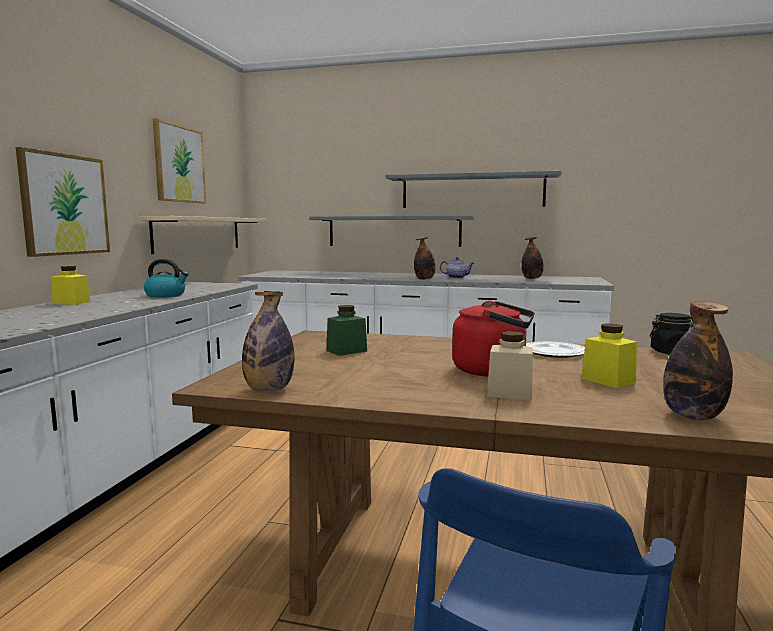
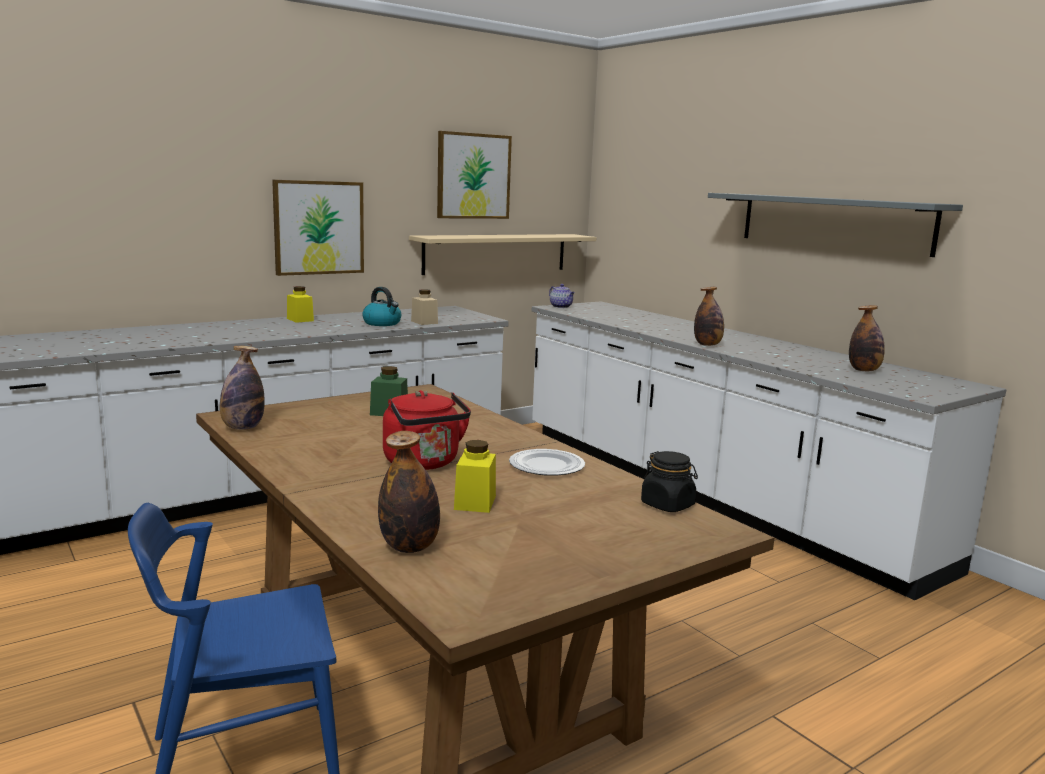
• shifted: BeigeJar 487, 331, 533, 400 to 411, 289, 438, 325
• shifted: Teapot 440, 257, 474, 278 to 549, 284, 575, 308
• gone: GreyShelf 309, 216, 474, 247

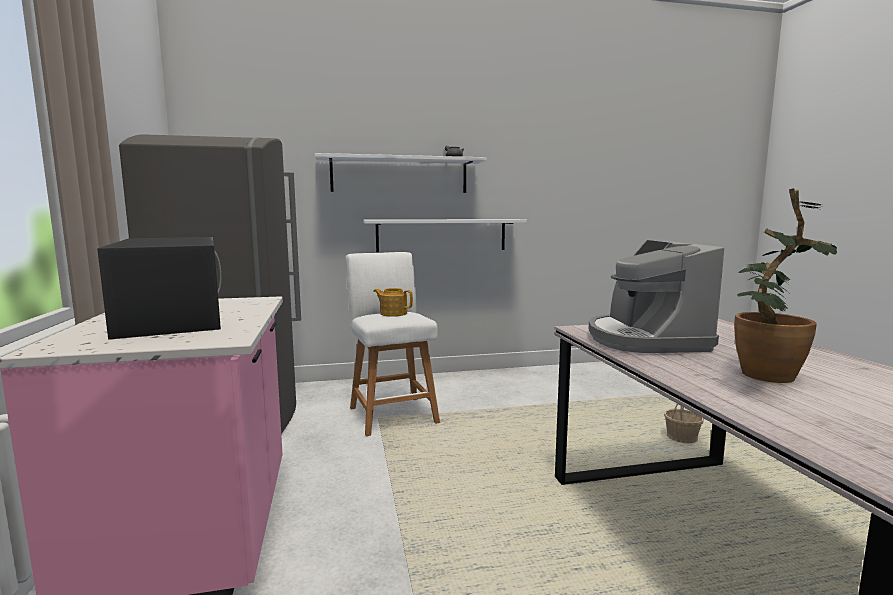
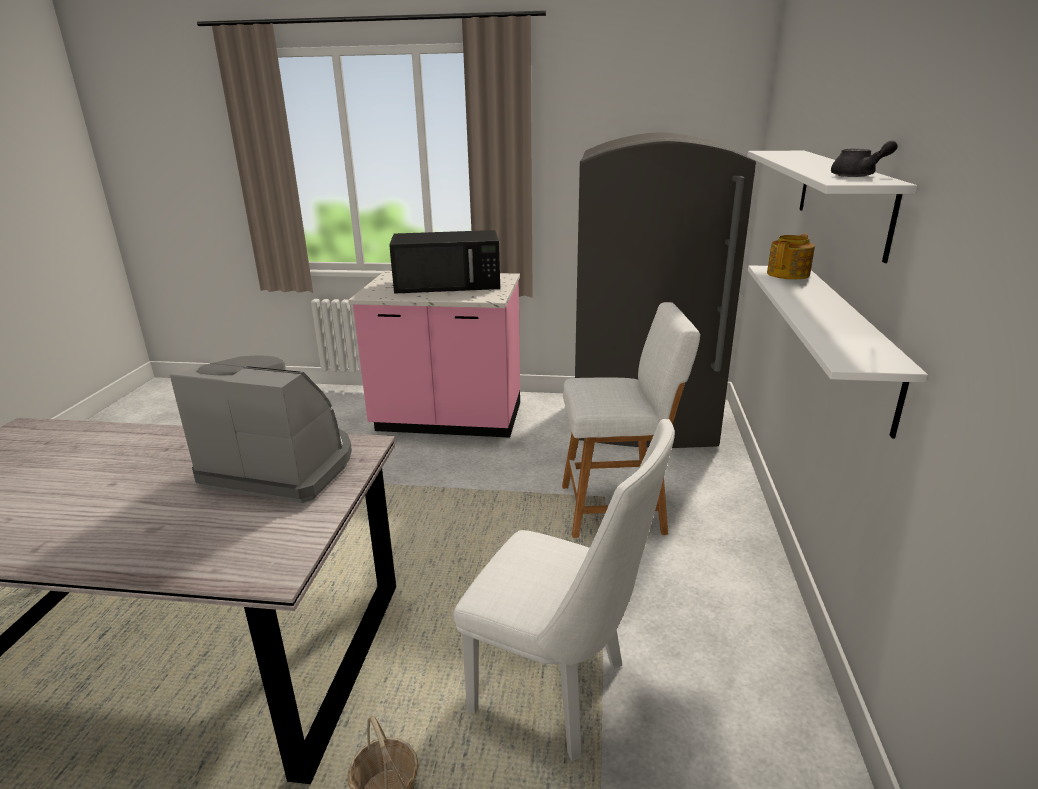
• new: WhiteChair 454, 419, 675, 761
• shifted: Teapot 373, 288, 413, 317 to 767, 234, 815, 280
• gone: PlantInAPot 734, 188, 837, 383

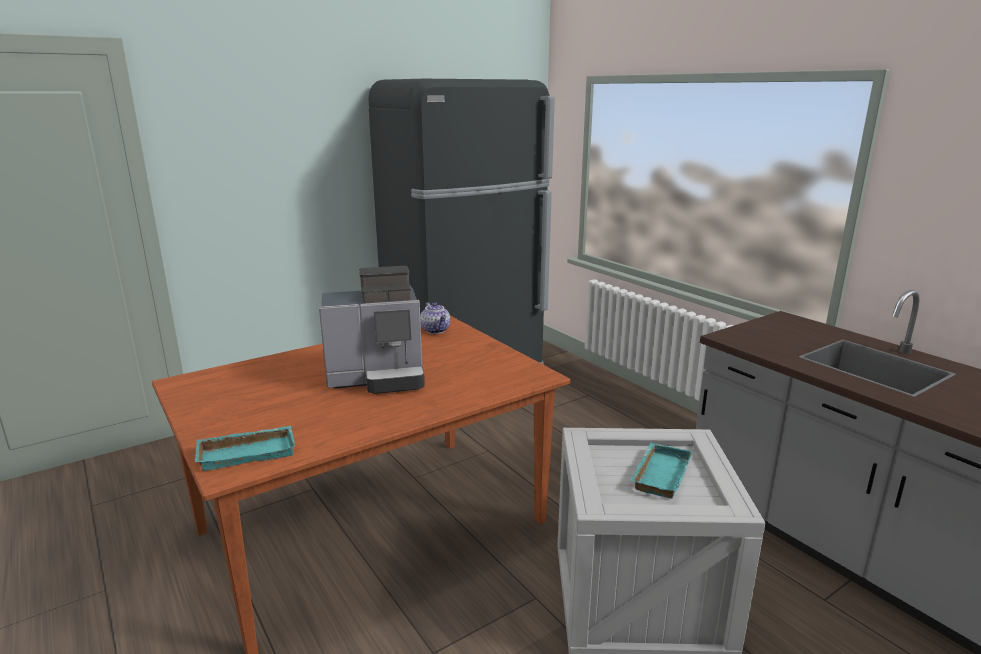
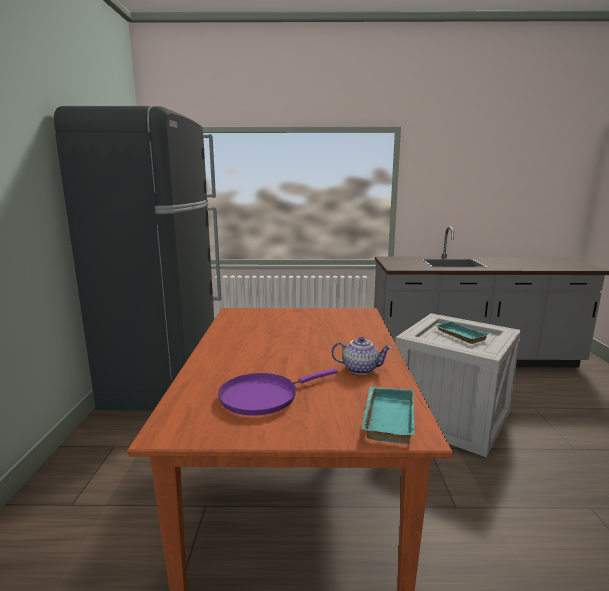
• new: PurpleFryingPan 218, 368, 337, 416
• shifted: Teapot 420, 302, 450, 334 to 331, 337, 392, 375
• gone: CoffeeBrewer 319, 266, 425, 394

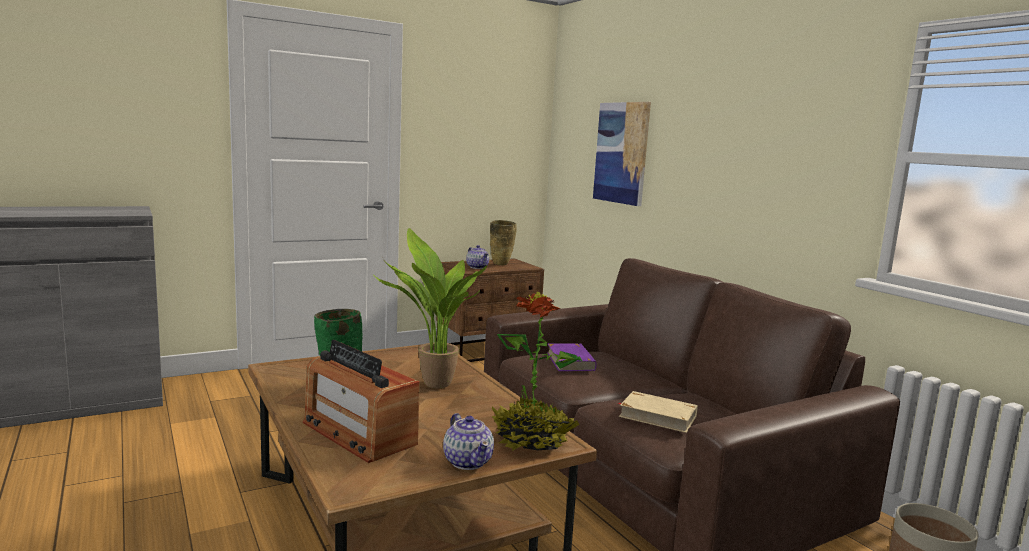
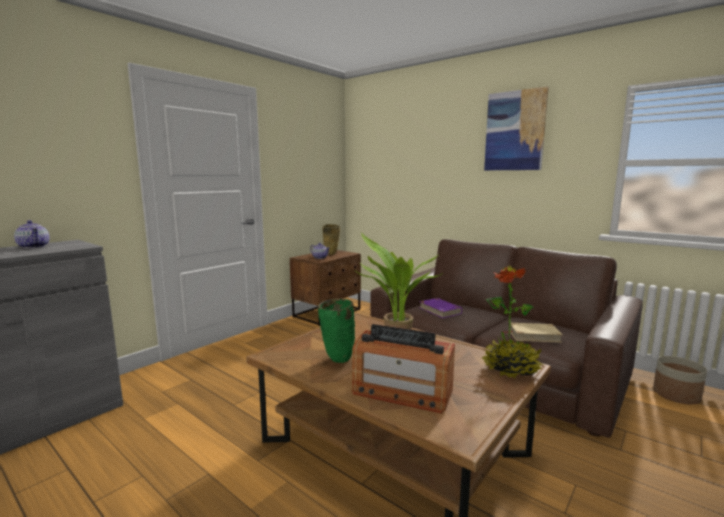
• shifted: Teapot 443, 413, 494, 470 to 14, 220, 50, 248
• shifted: WallPicture 593, 102, 651, 206 to 484, 86, 549, 170

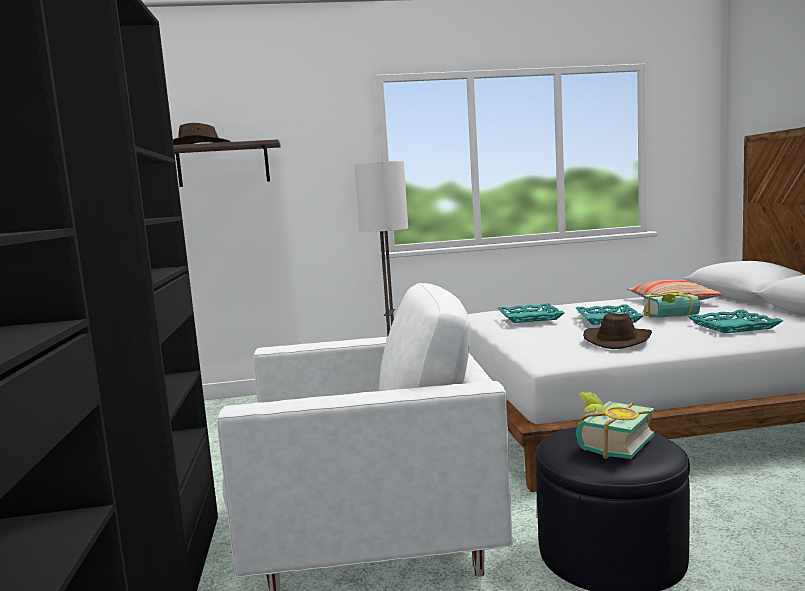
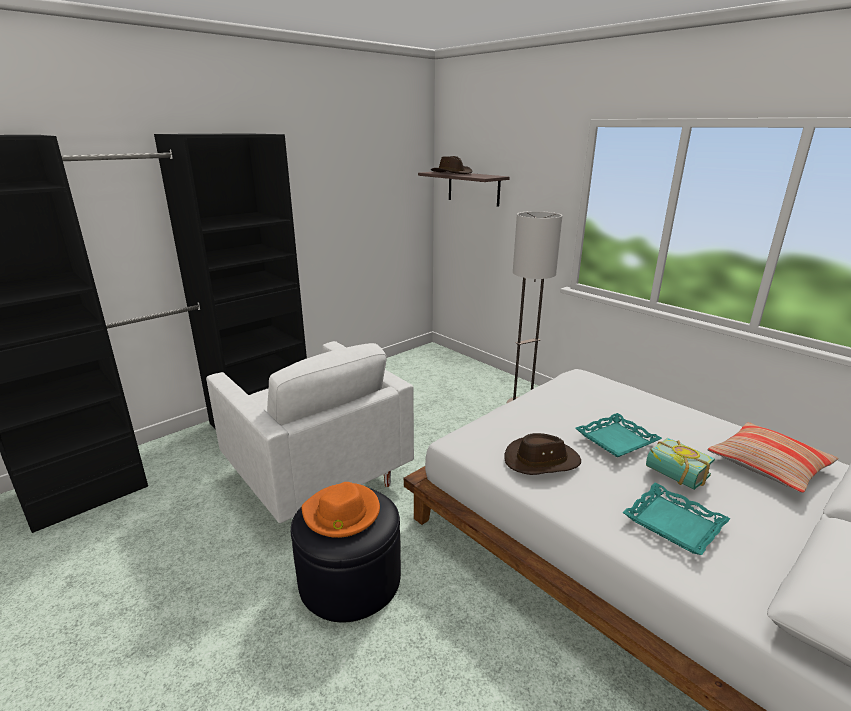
• swapped: Book 576, 391, 654, 459 to OrangeColouredClothingHat 301, 482, 380, 538
• gone: TurquoiseServingTray 497, 303, 565, 323

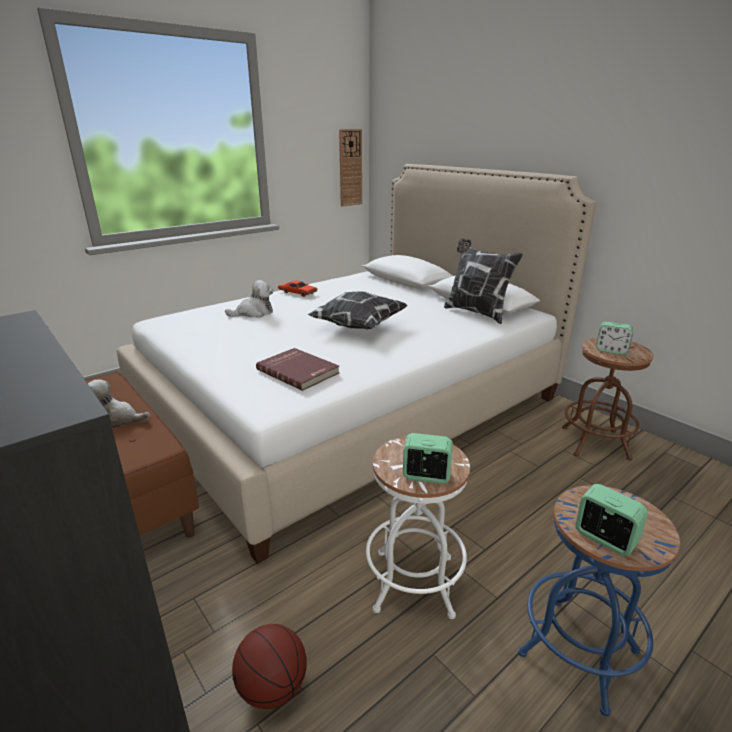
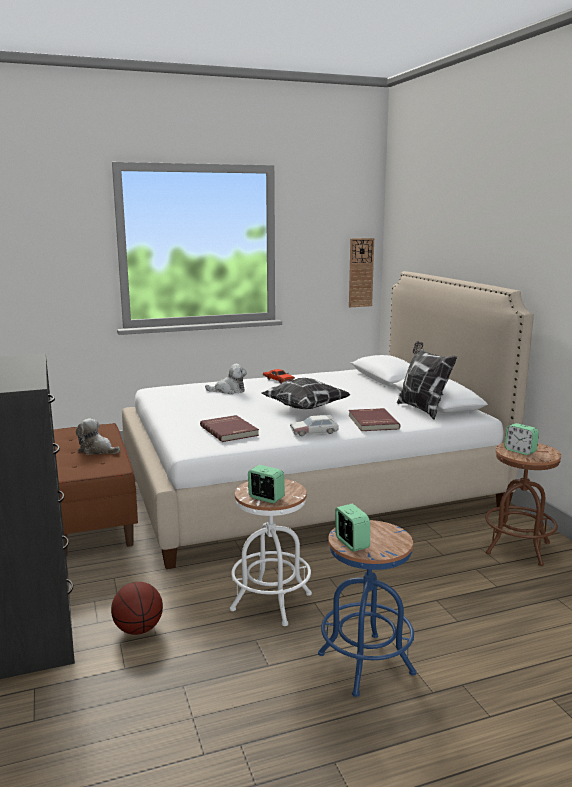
• new: MiniatureCar 290, 415, 339, 436
• new: RedBook 349, 408, 400, 431

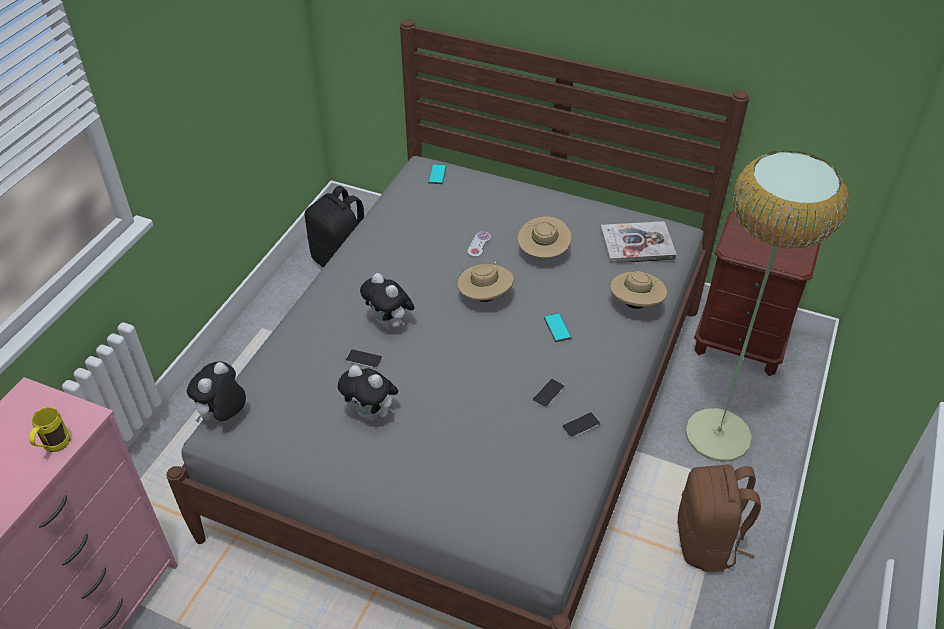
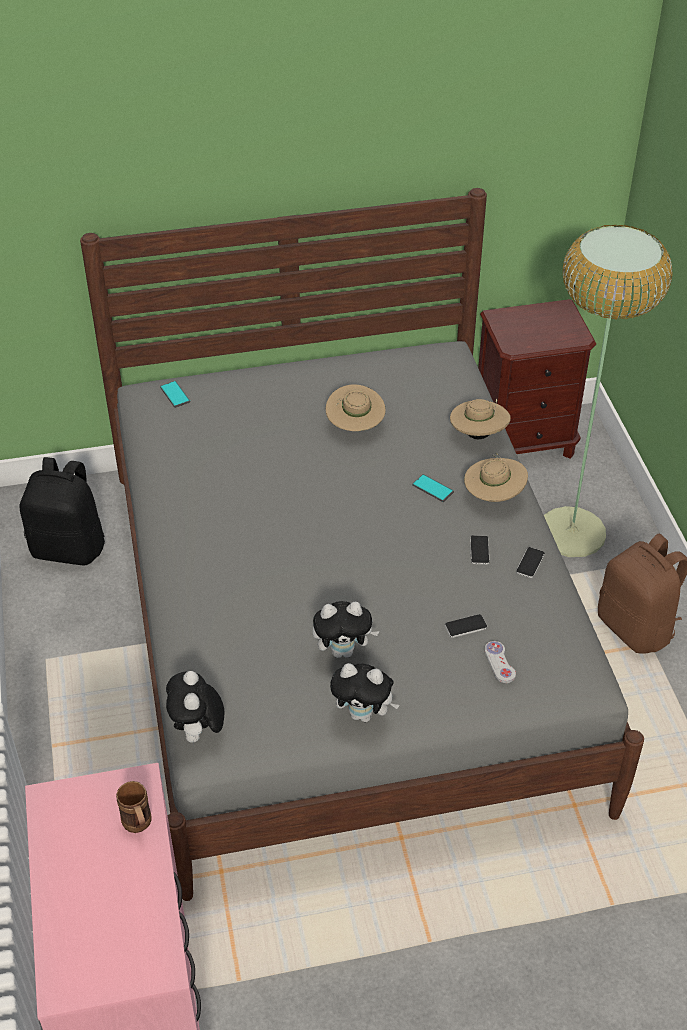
• repainted: YellowColouredTeaMug 29, 407, 71, 452 to BrownishTeaMug 116, 781, 152, 833
• shifted: CuddlyToy 360, 273, 415, 329 to 330, 663, 400, 722
• shifted: Phone 345, 349, 383, 369 to 445, 614, 487, 638
• shifted: BeigeClothingHat 457, 261, 514, 302 to 464, 453, 528, 502
• shifted: WhiteGamepad 467, 232, 491, 258 to 485, 641, 516, 683
• gone: Book 600, 221, 677, 264

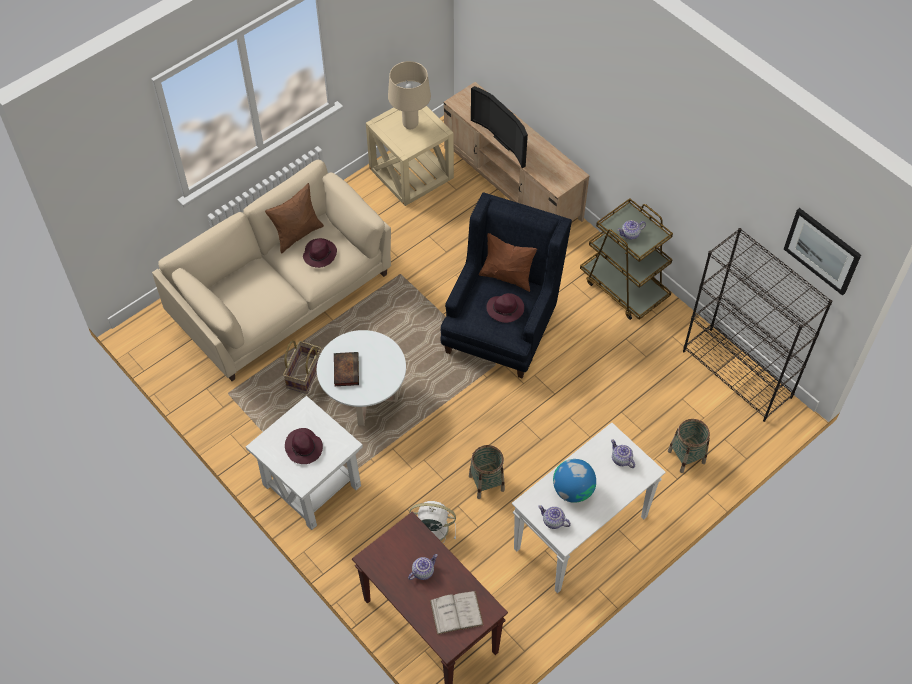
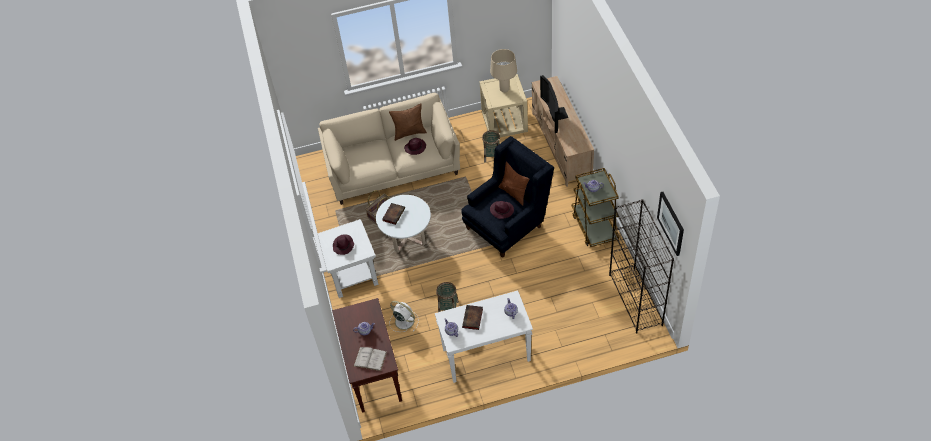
• swapped: WorldGlobe 553, 459, 596, 503 to Book 462, 305, 483, 330
• shifted: HouseholdBasket 668, 419, 710, 473 to 482, 130, 500, 162

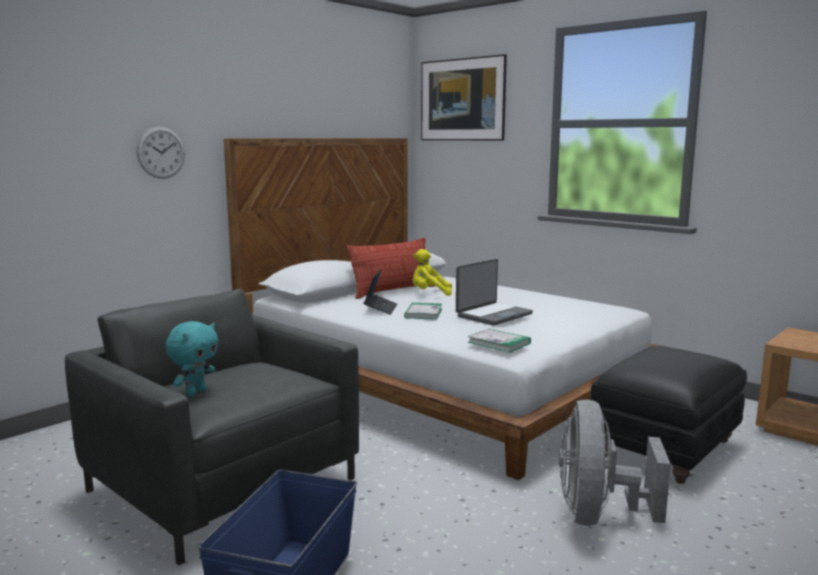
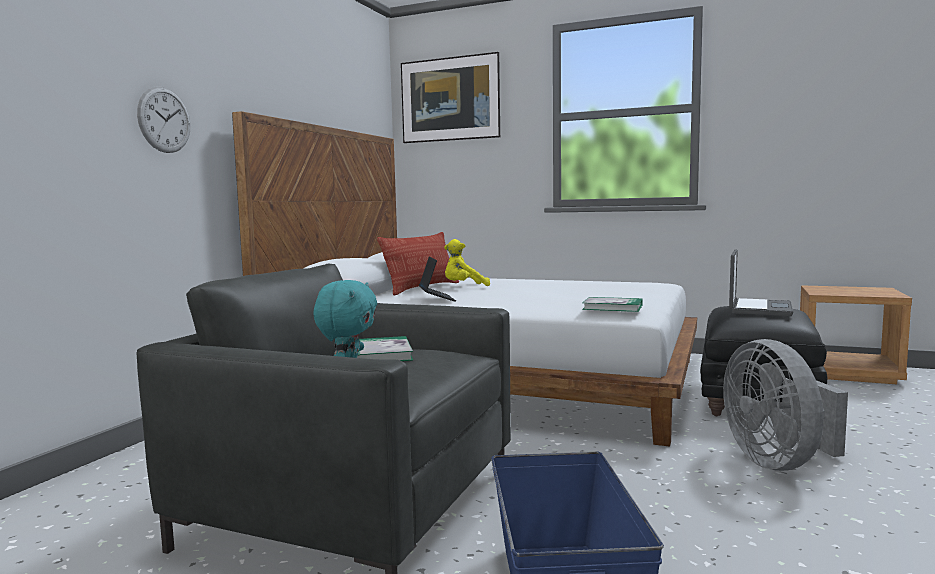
• shifted: Book 404, 303, 442, 320 to 357, 336, 413, 361
• shifted: PortableComputer 456, 259, 533, 326 to 729, 249, 793, 316

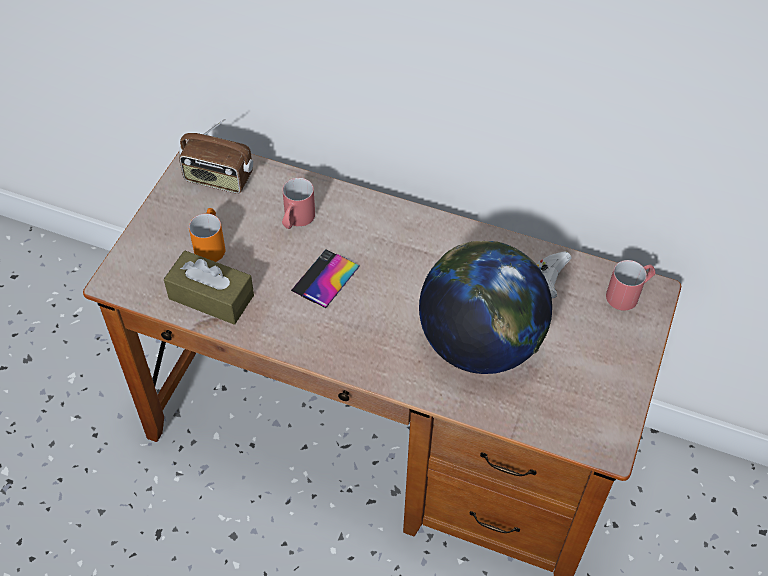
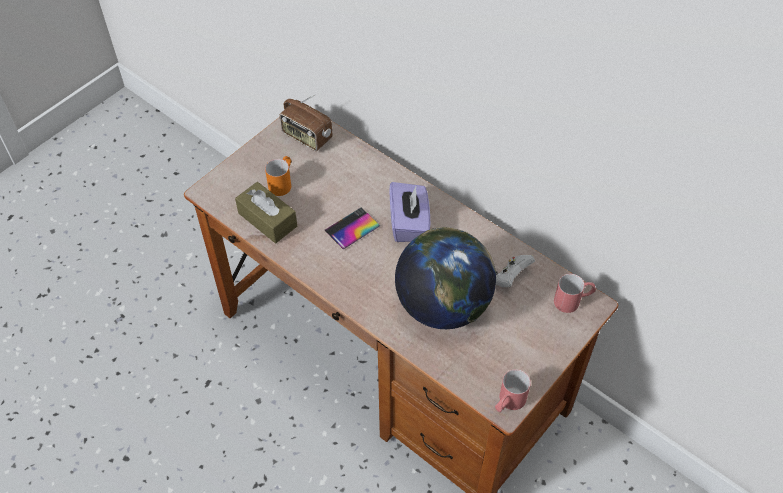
• new: PurpleBoxOfTissues 389, 182, 430, 242
• shifted: RedTeaMug 282, 178, 315, 229 to 495, 369, 531, 412

